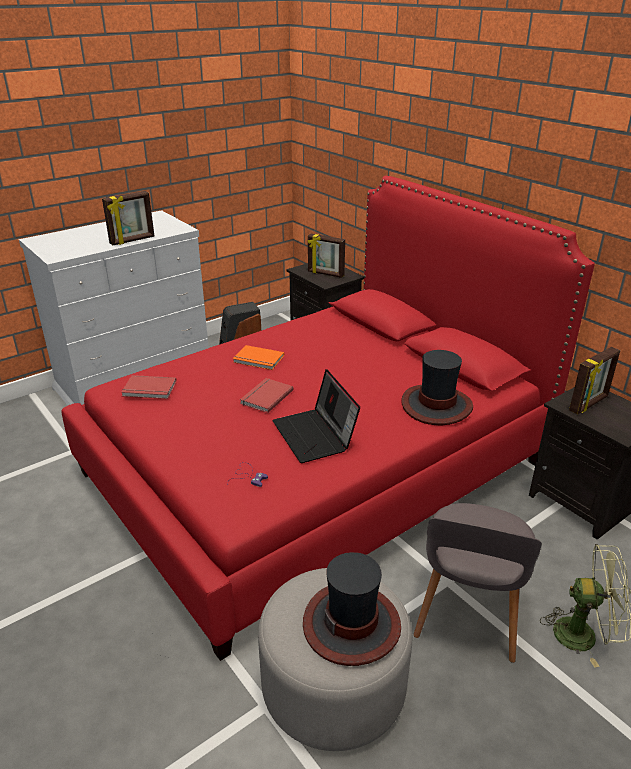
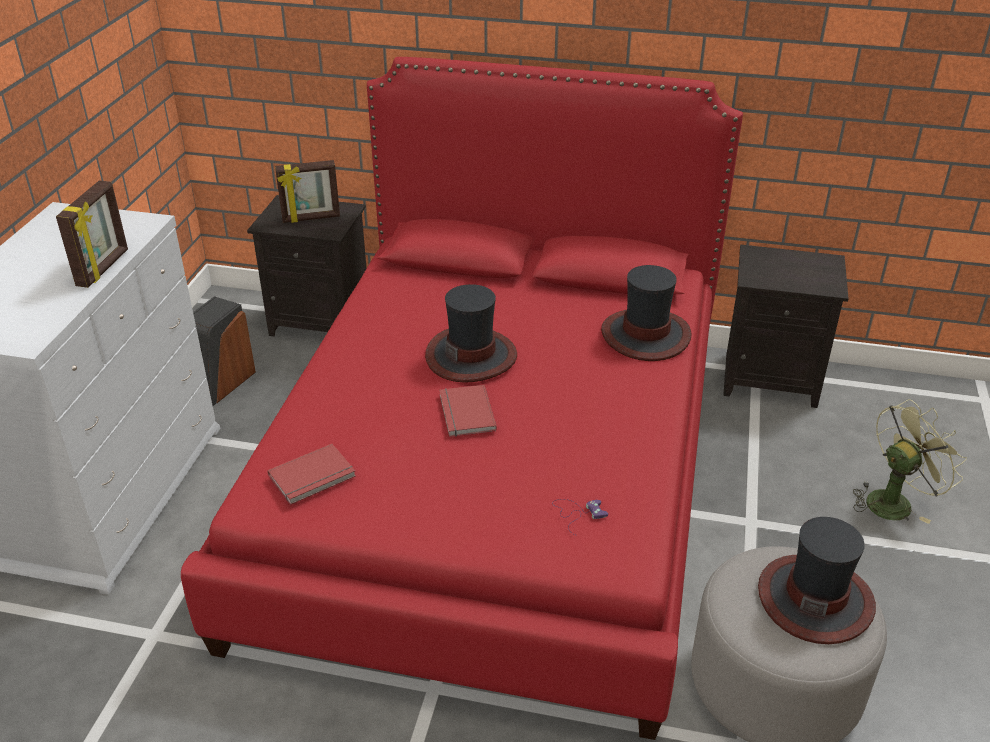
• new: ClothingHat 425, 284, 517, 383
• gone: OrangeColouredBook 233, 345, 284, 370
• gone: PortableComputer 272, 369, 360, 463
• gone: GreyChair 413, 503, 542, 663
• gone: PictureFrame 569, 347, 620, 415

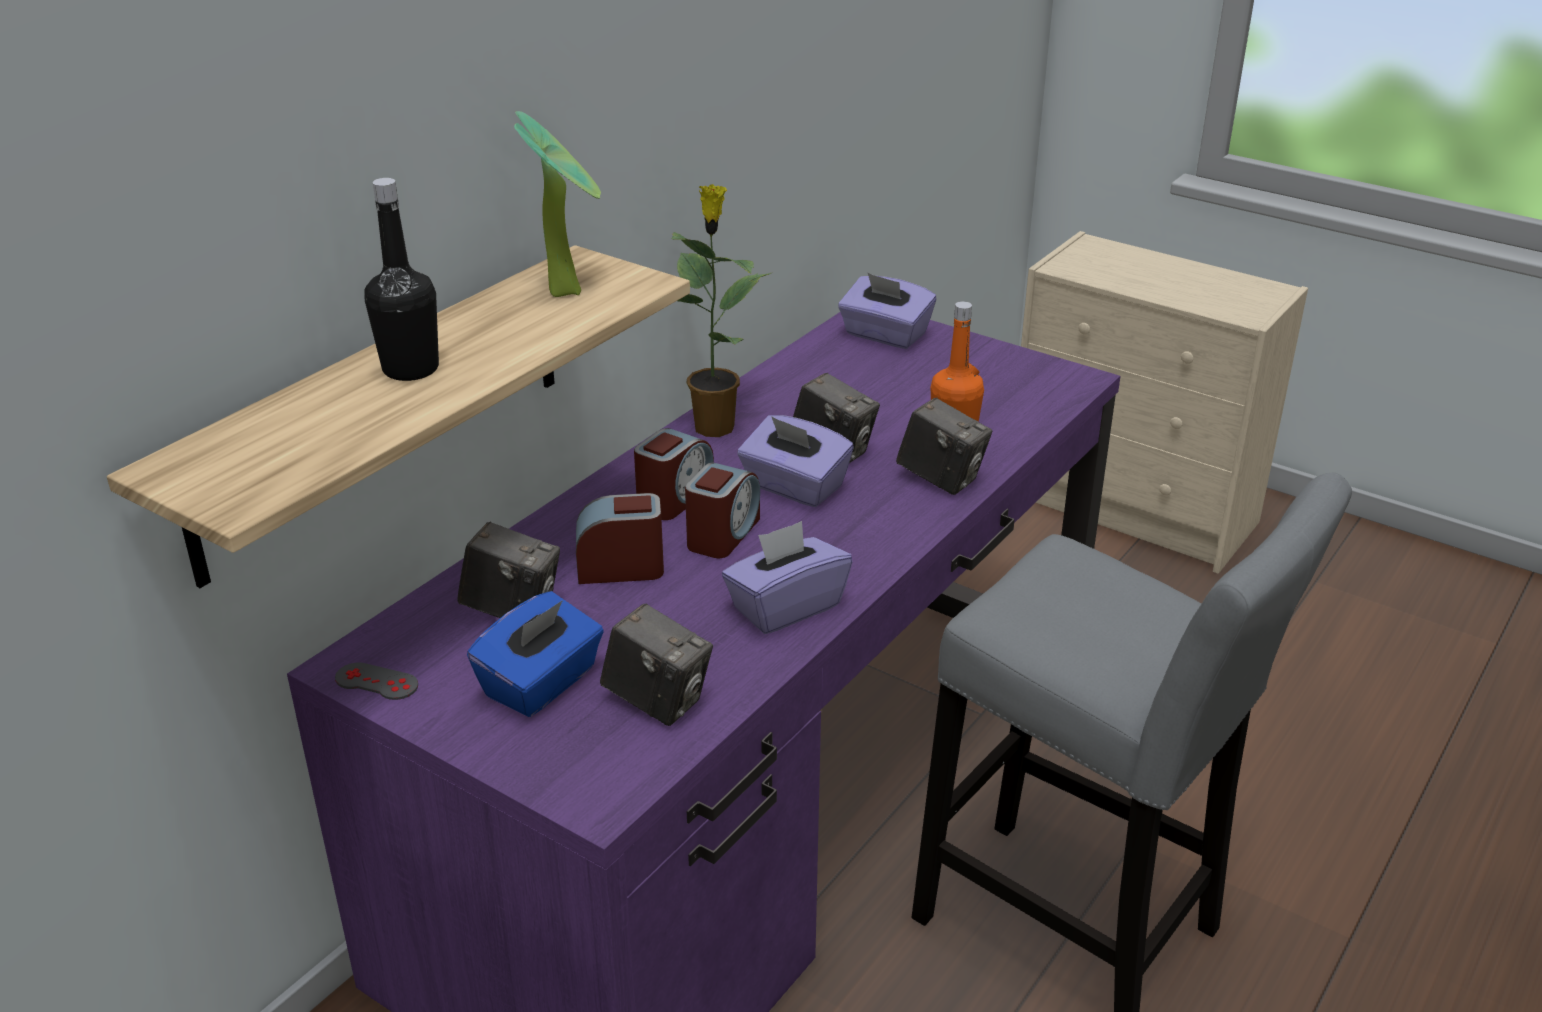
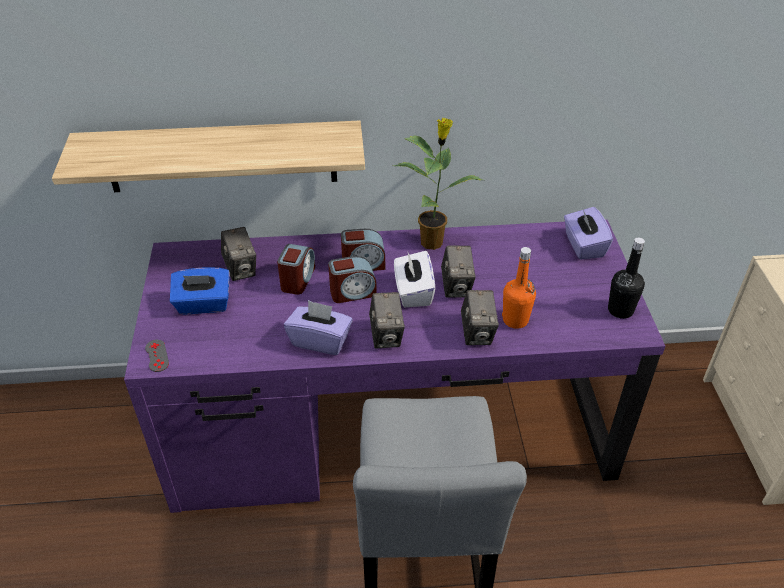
• shifted: GreyGamepad 335, 662, 418, 700 to 145, 340, 169, 372
• rotated: TableClock 576, 493, 664, 584 = 277, 244, 315, 295 60 degrees clockwise
• shifted: PhotoCamera 600, 603, 713, 726 to 369, 292, 405, 348
• repainted: PurpleBoxOfTissues 737, 415, 854, 507 to WhiteBoxOfTissues 394, 251, 435, 307
• shifted: BlackishBottle 364, 178, 439, 381 to 608, 238, 645, 319
• gone: PlantInAPot 514, 111, 601, 297

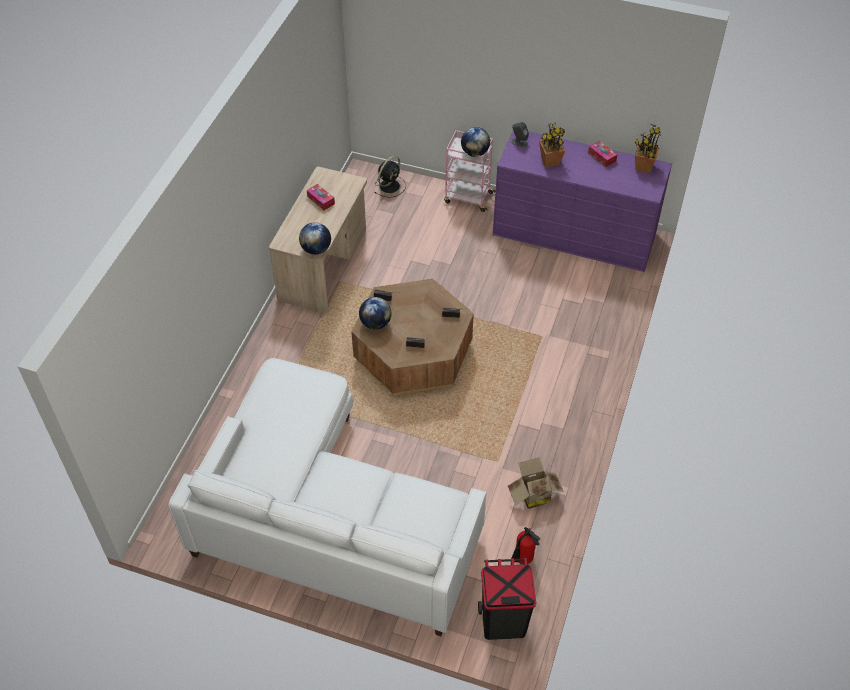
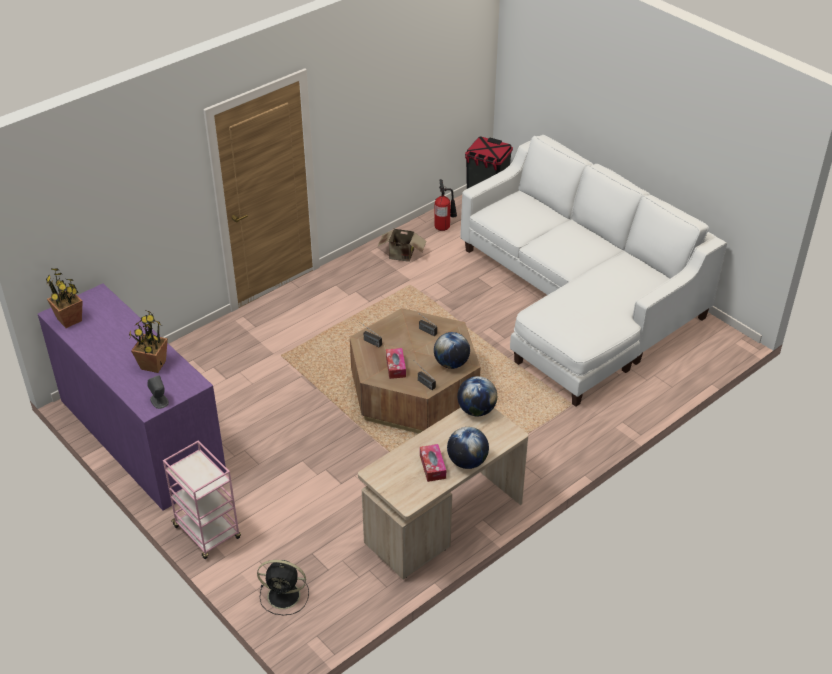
• rotated: BlackishCoolingFan 374, 156, 406, 198 = 257, 560, 309, 615 150 degrees counterclockwise
• shifted: BoxOfTissues 588, 141, 617, 167 to 386, 348, 406, 379
• shifted: WorldGlobe 461, 127, 490, 157 to 447, 427, 489, 469

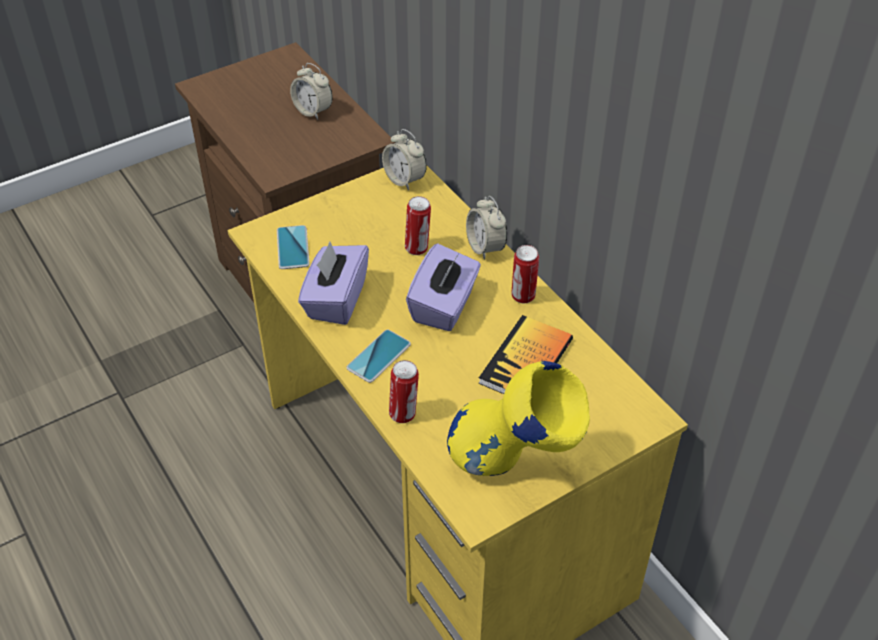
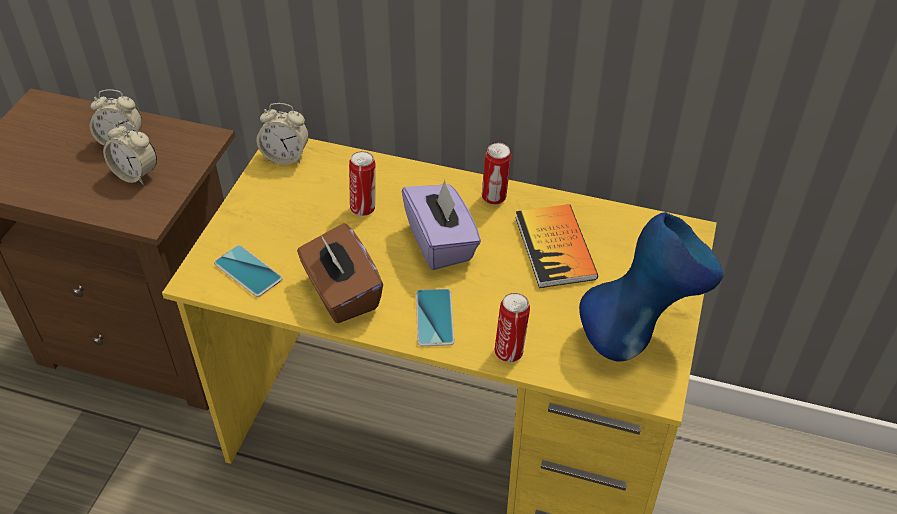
• shifted: TableClock 466, 196, 507, 260 to 103, 121, 157, 185
• repainted: PurpleBoxOfTissues 298, 242, 369, 325 to BrownishBoxOfTissues 297, 223, 383, 323
• repainted: YellowColouredVase 447, 361, 590, 476 to BluishVase 579, 212, 724, 362

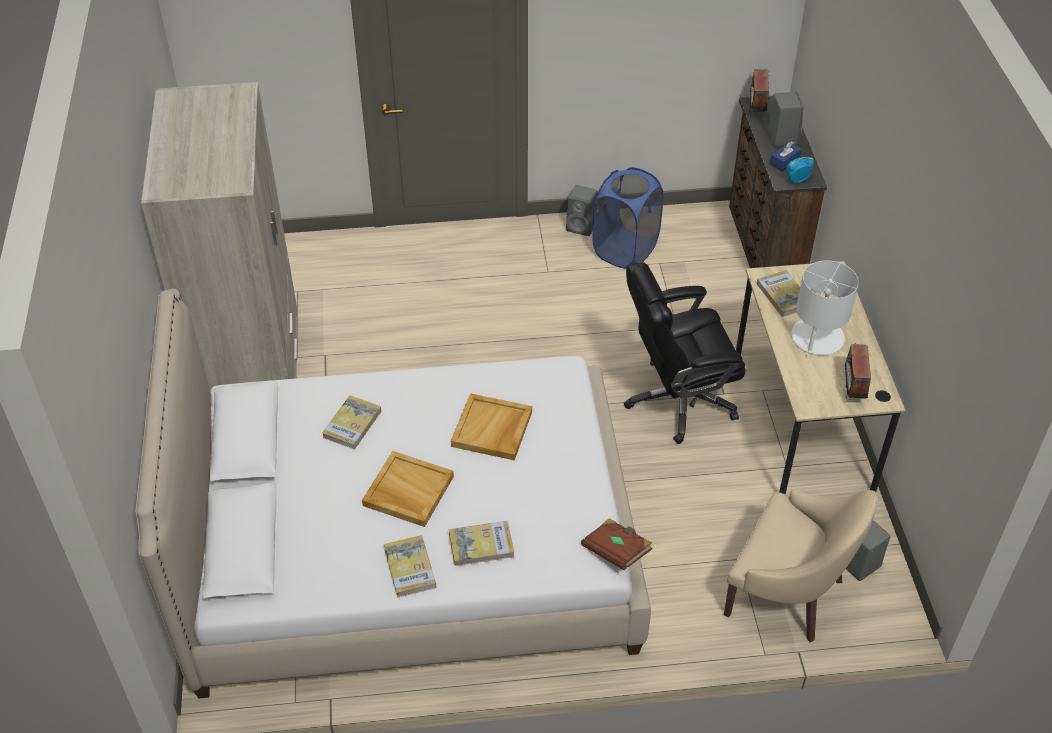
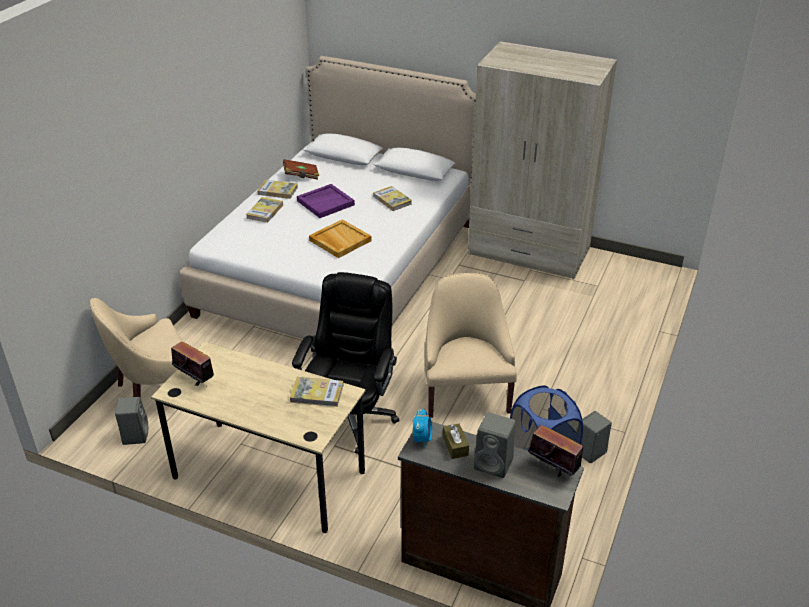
• shifted: BrownishBook 581, 518, 652, 570 to 283, 159, 319, 180
• repainted: BeigeServingTray 362, 451, 454, 527 to PurpleServingTray 297, 184, 355, 218
• new: BeigeLoungeChair 425, 273, 517, 418
• repainted: BluishBoxOfTissues 770, 141, 802, 171 to BrownishBoxOfTissues 443, 424, 469, 459
• gone: WhiteTabletopLamp 791, 260, 859, 356

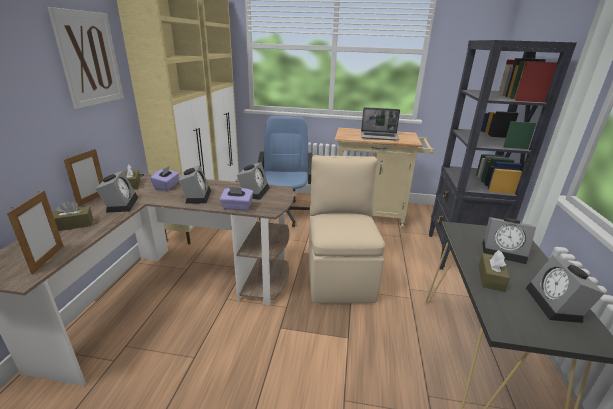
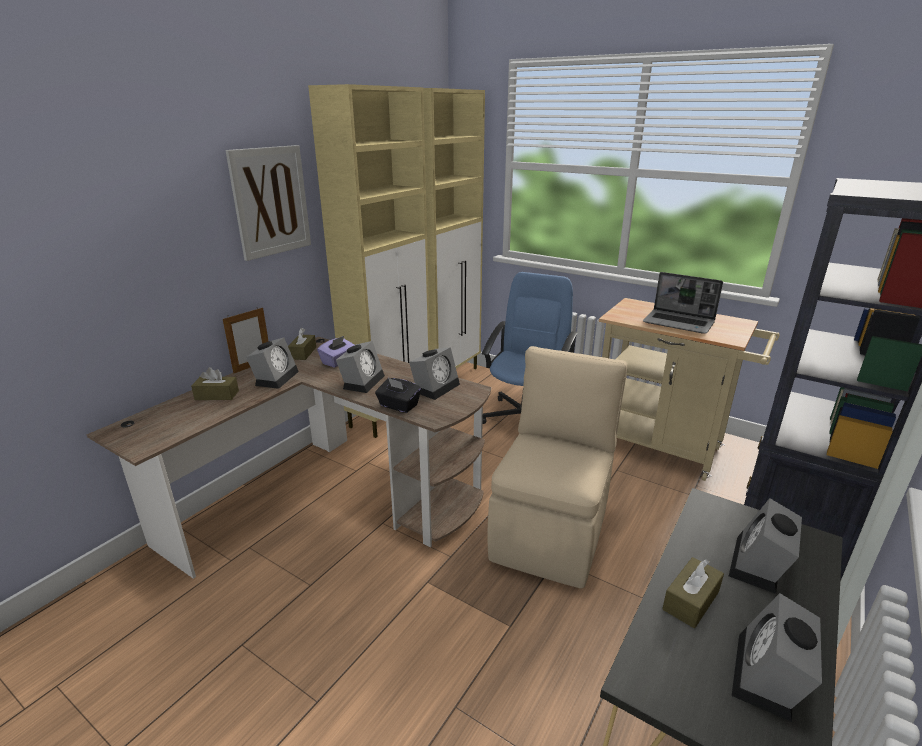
• repainted: PurpleBoxOfTissues 220, 187, 253, 211 to BlackishBoxOfTissues 375, 378, 421, 413
• rotated: TableClock 482, 217, 536, 264 = 729, 498, 802, 594 75 degrees clockwise
• gone: PictureFrame 7, 190, 63, 275

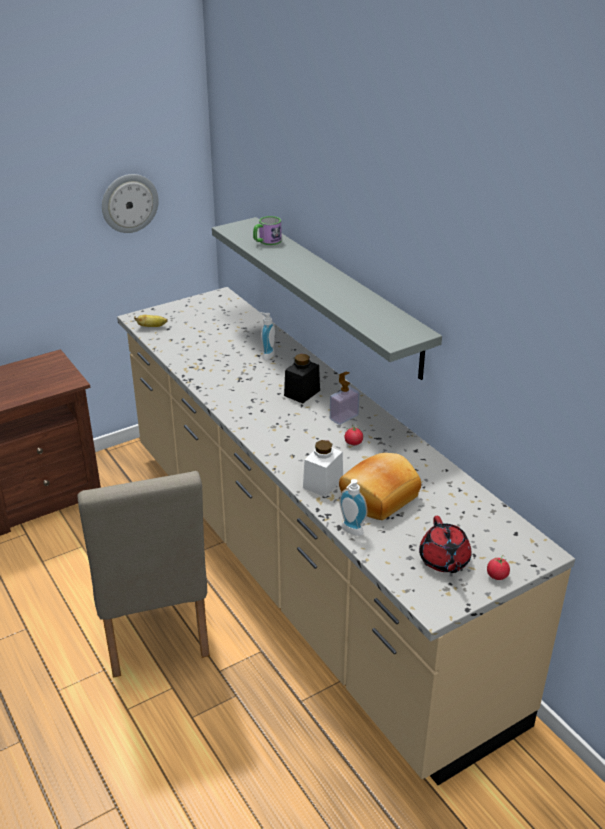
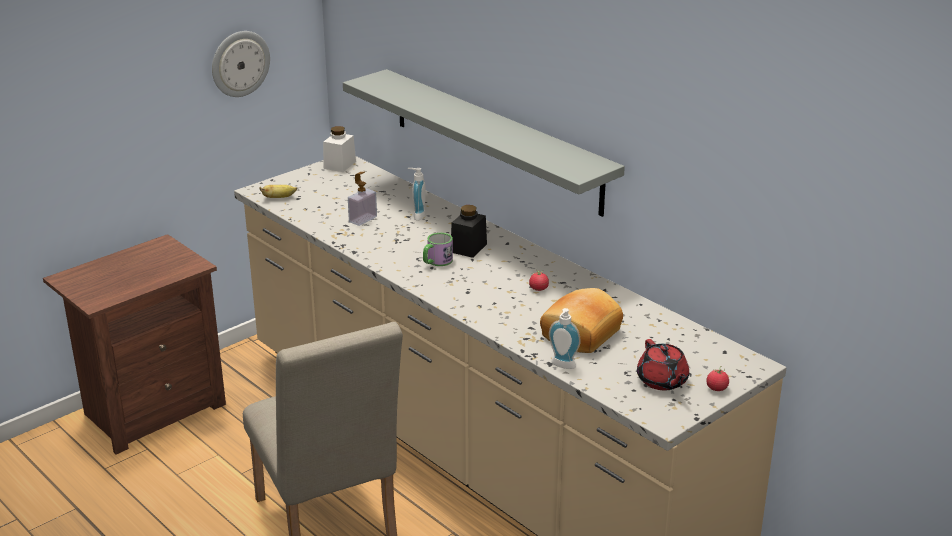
• shifted: WhiteJar 303, 440, 343, 497 to 323, 126, 356, 172
• shifted: SoapBottle 330, 372, 359, 425 to 348, 172, 377, 226
• shifted: TeaMug 253, 216, 282, 245 to 423, 233, 453, 266

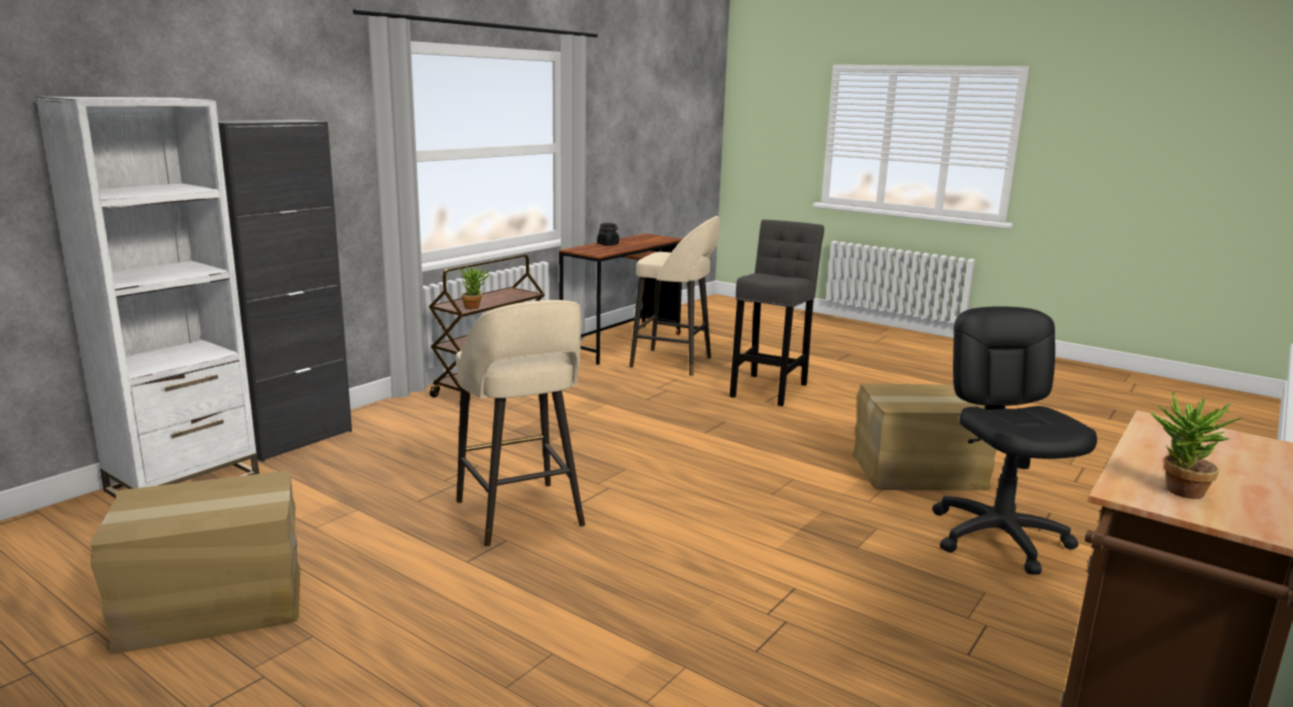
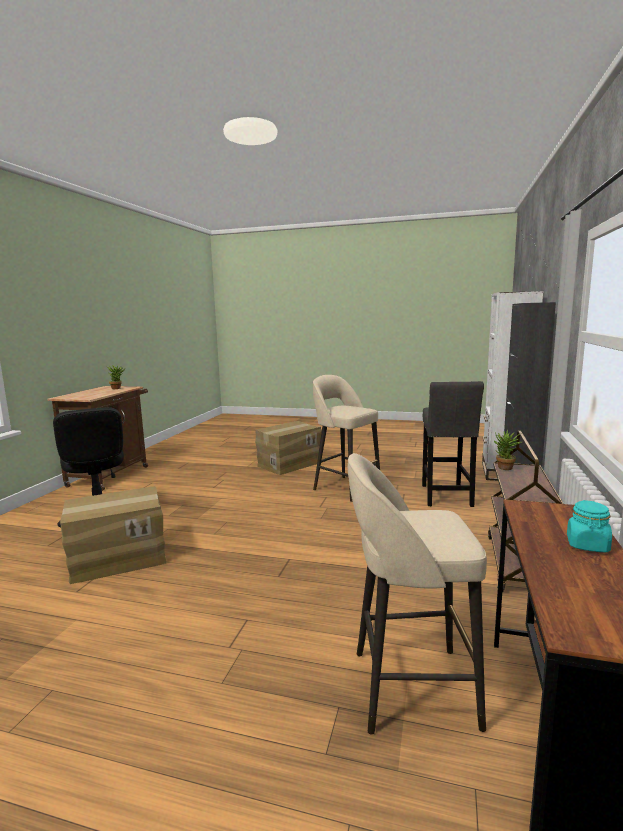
• shifted: PackingBox 90, 471, 300, 654 to 255, 421, 322, 475
• shifted: GreyStoolSeat 730, 220, 824, 406 to 422, 381, 484, 507
• repainted: BlackishJar 597, 223, 619, 246 to TurquoiseJar 567, 500, 612, 552

